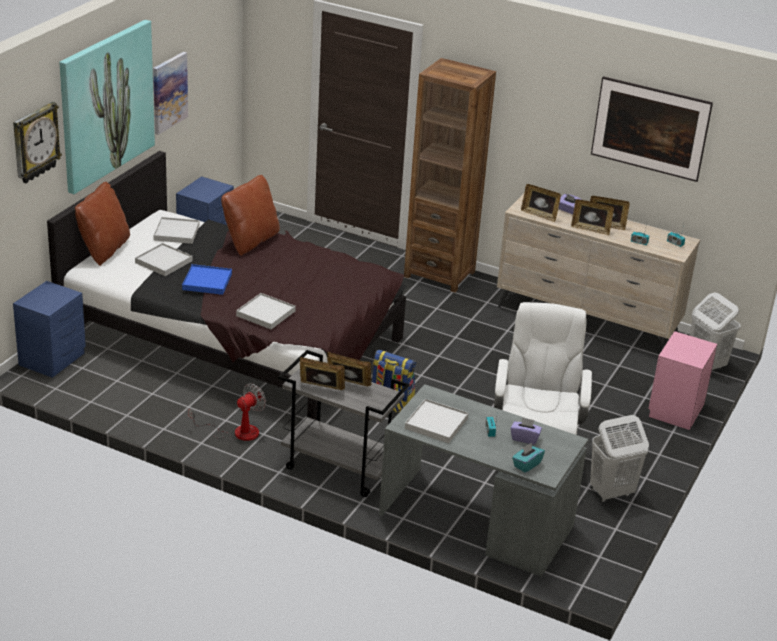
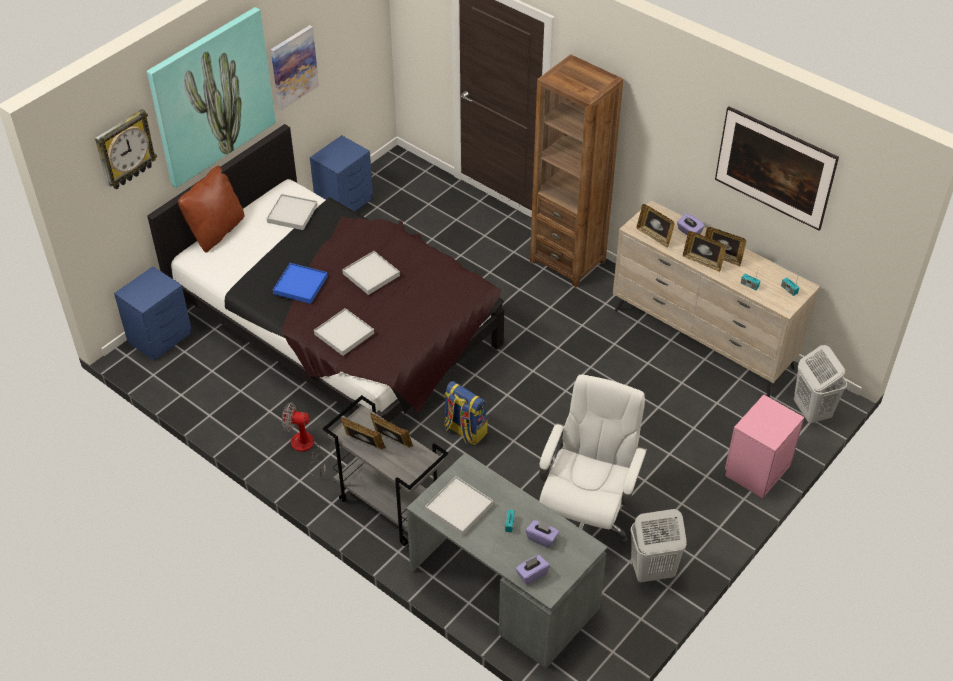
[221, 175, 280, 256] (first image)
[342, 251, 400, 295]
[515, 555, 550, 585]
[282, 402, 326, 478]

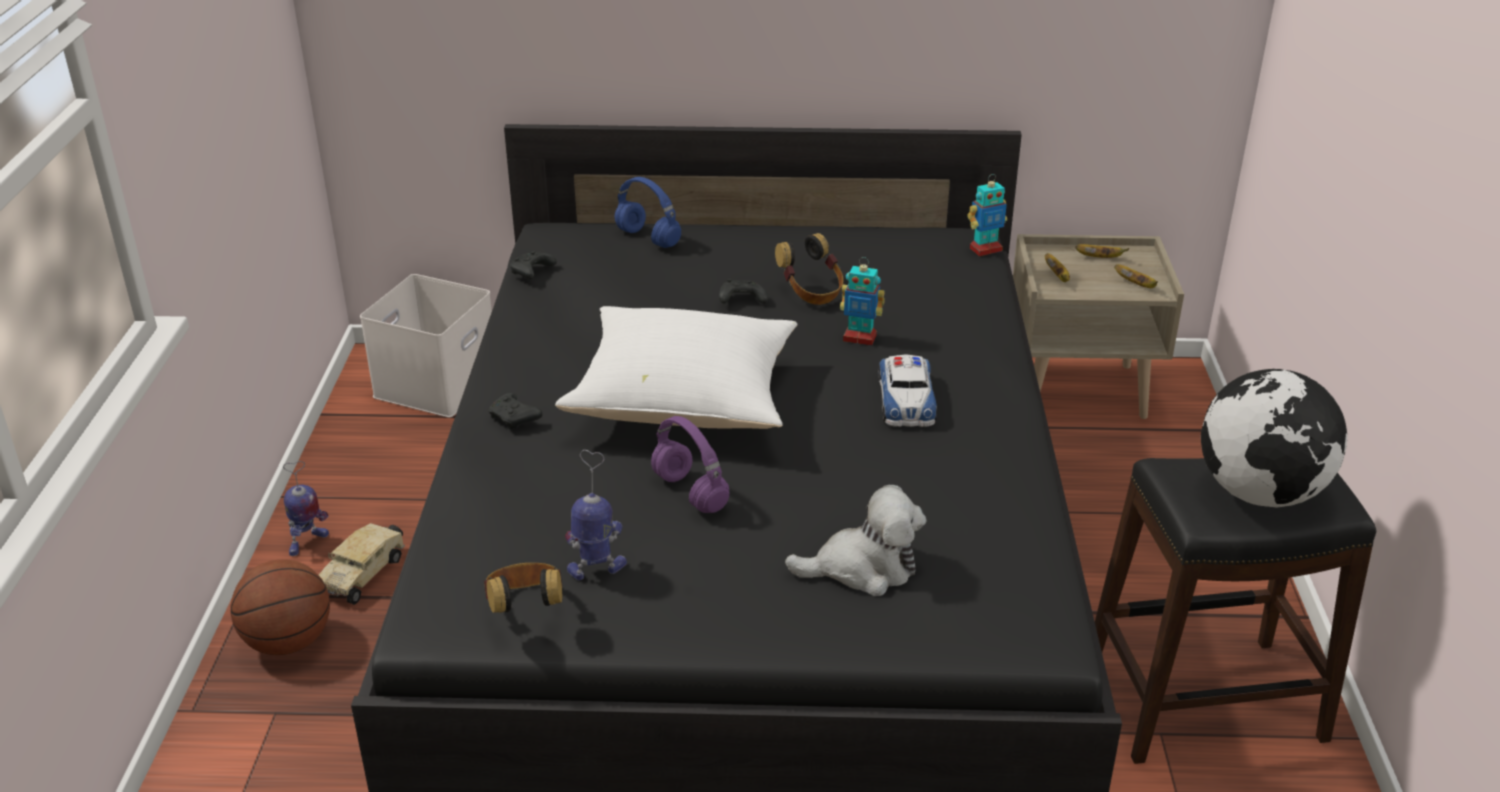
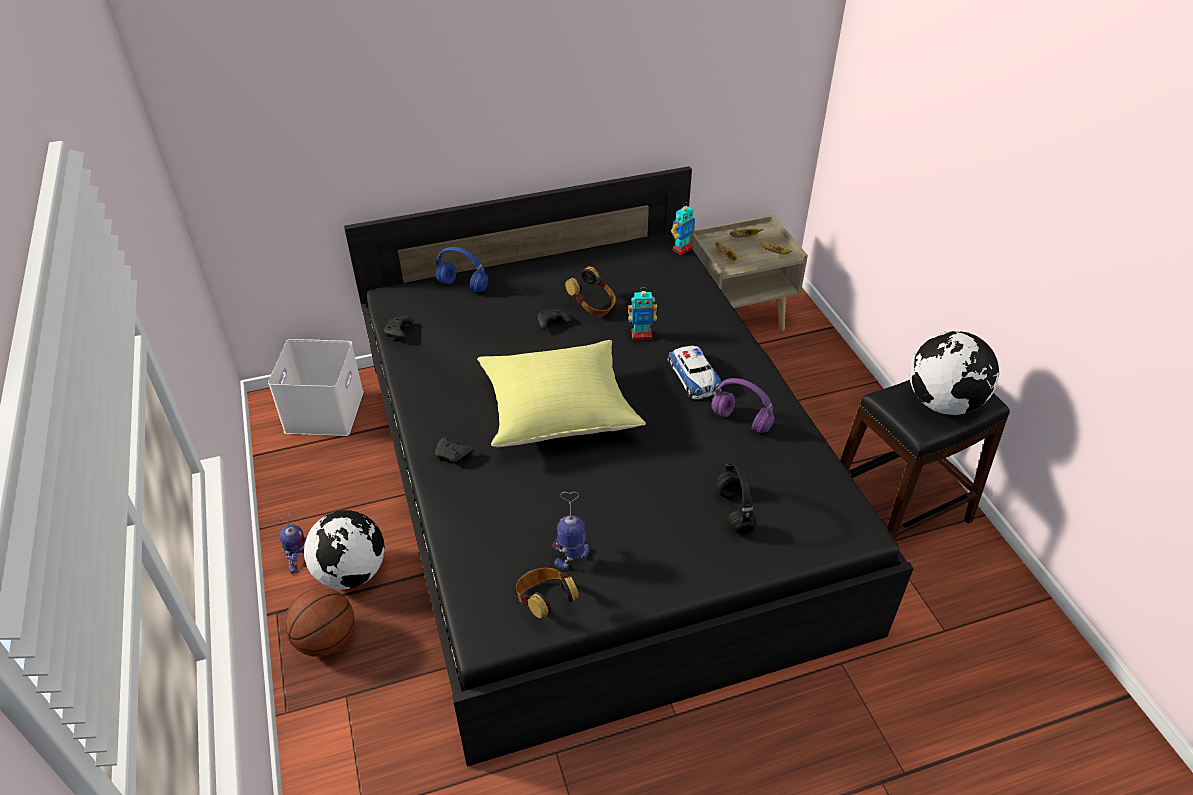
[712, 378, 775, 433]
[304, 510, 385, 590]
[717, 461, 757, 534]
[477, 340, 646, 447]

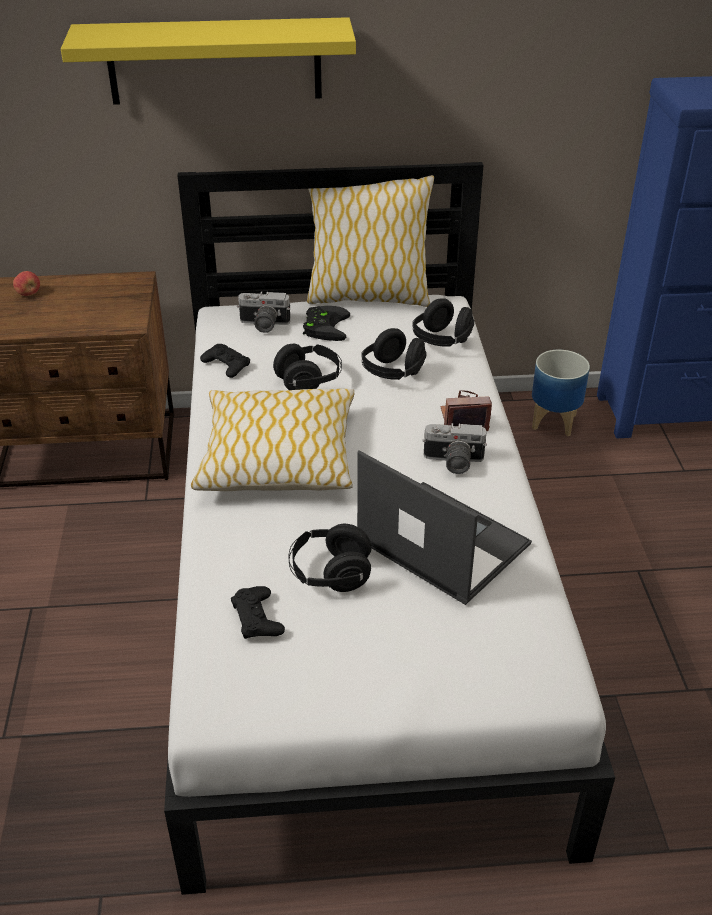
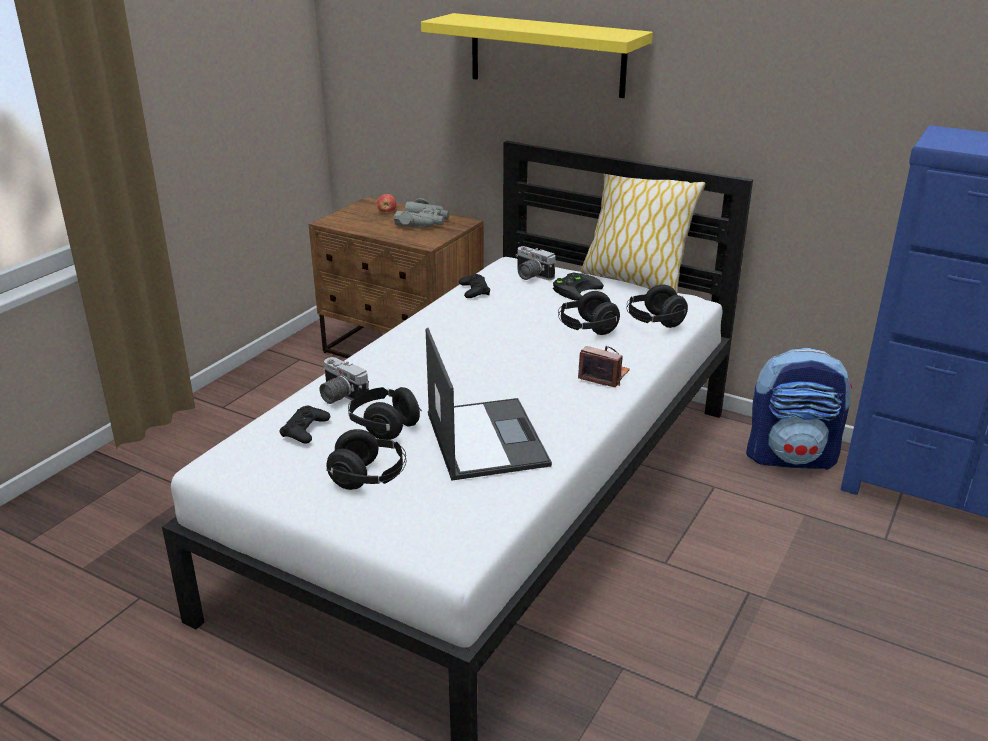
[191, 389, 354, 491] (first image)
[394, 198, 450, 227]
[326, 429, 406, 490]
[319, 357, 369, 404]
[746, 347, 852, 470]

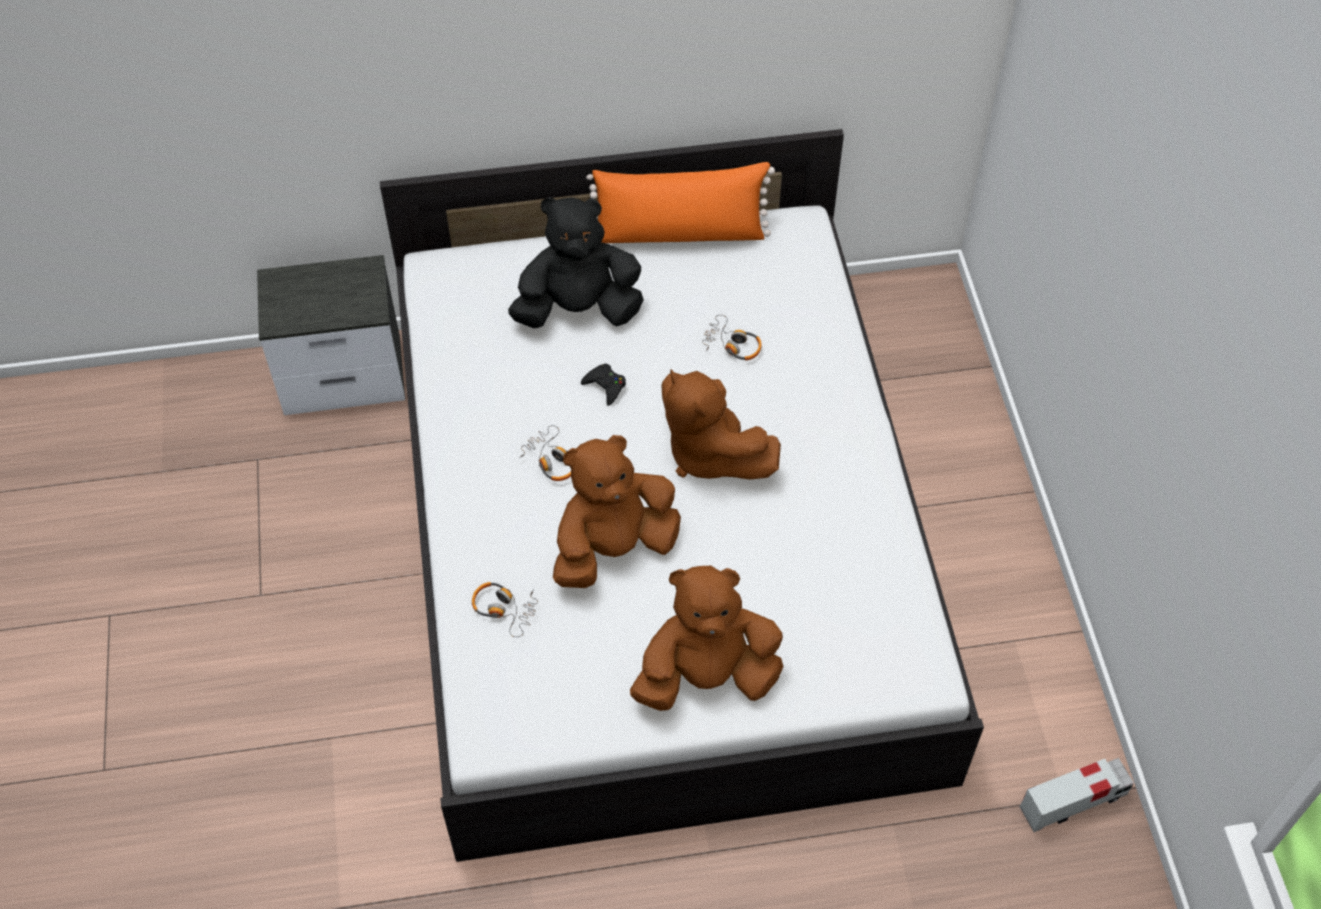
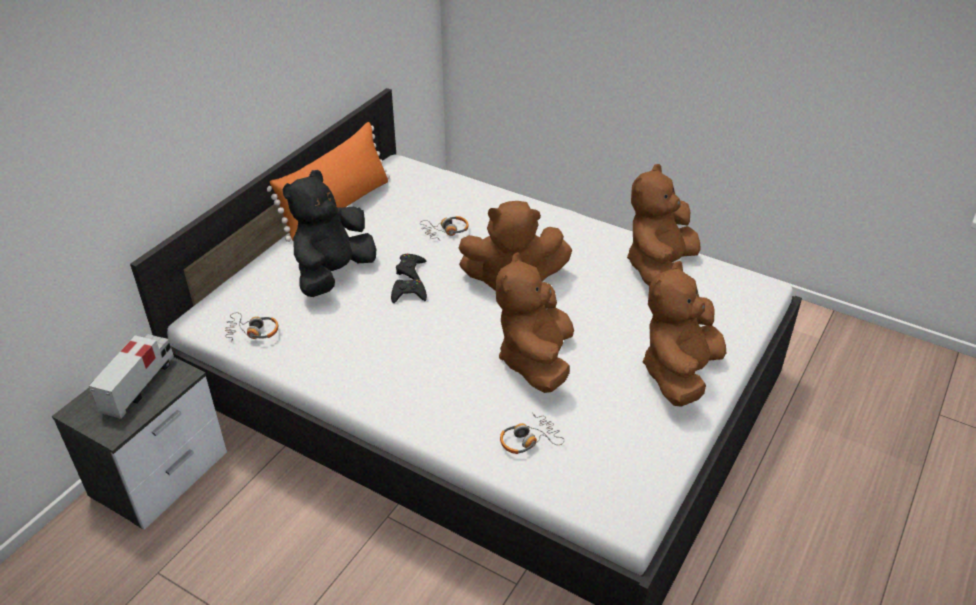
[396, 254, 426, 279]
[627, 164, 701, 286]
[225, 312, 278, 343]
[89, 334, 174, 419]

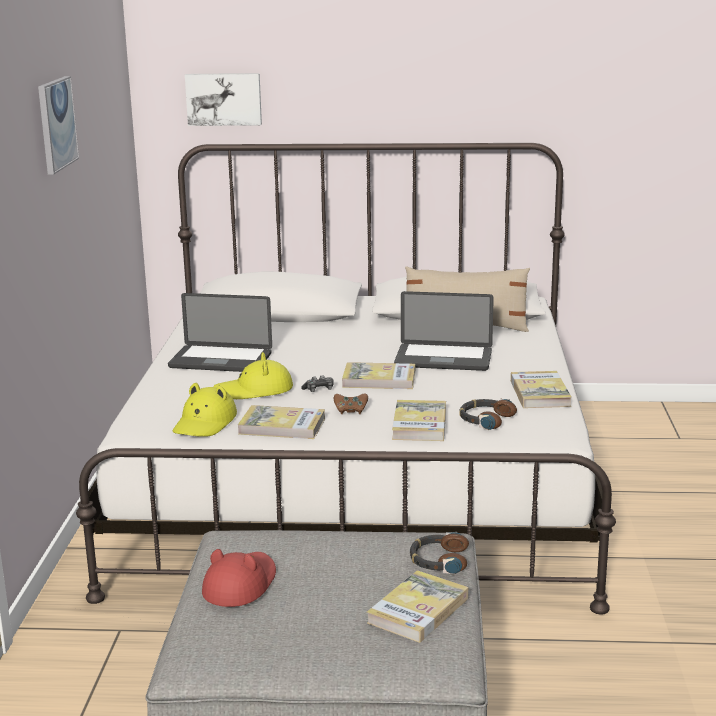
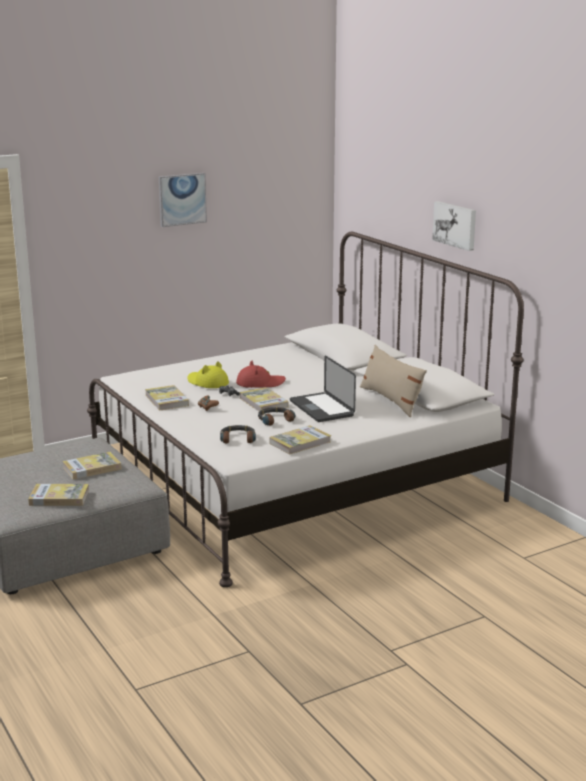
[168, 293, 272, 372] (first image)
[172, 383, 237, 437] (first image)
[432, 201, 476, 251]
[236, 361, 286, 388]
[62, 452, 122, 480]
[258, 407, 295, 425]

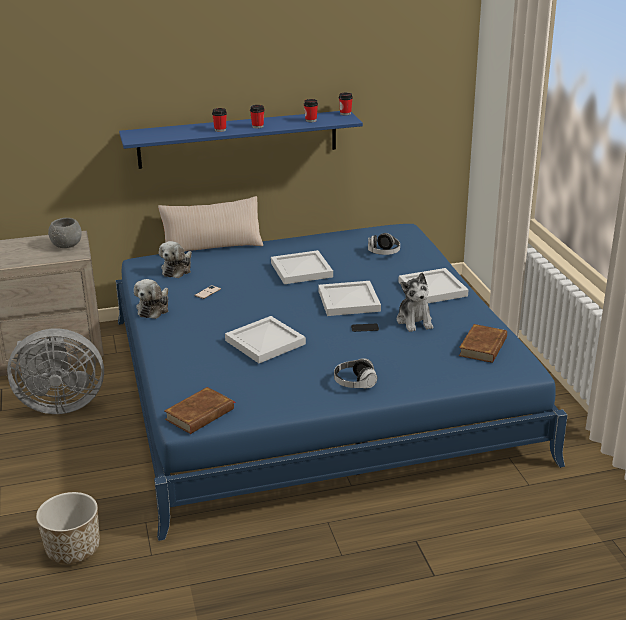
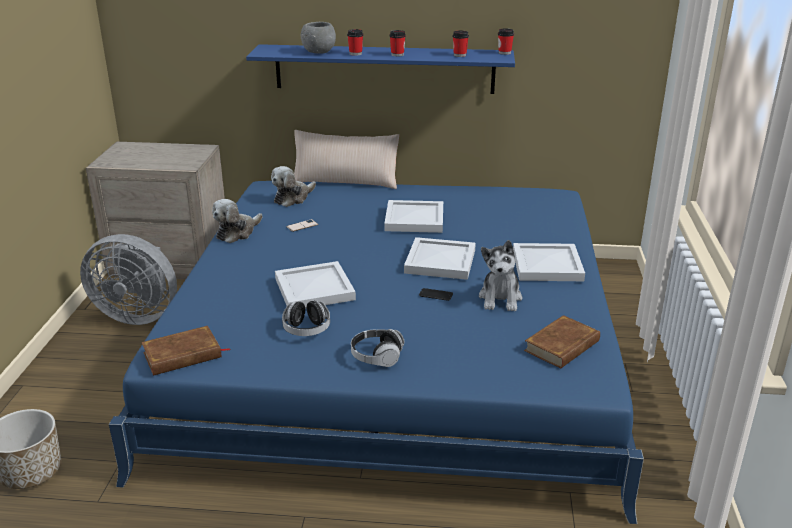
[301, 22, 336, 54]
[282, 300, 330, 336]

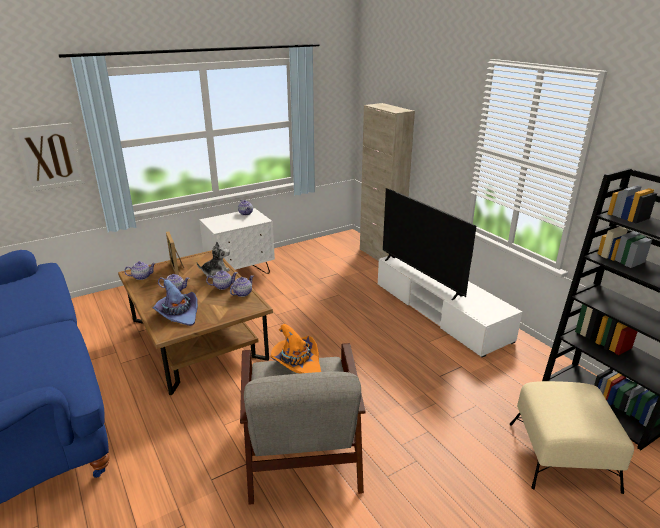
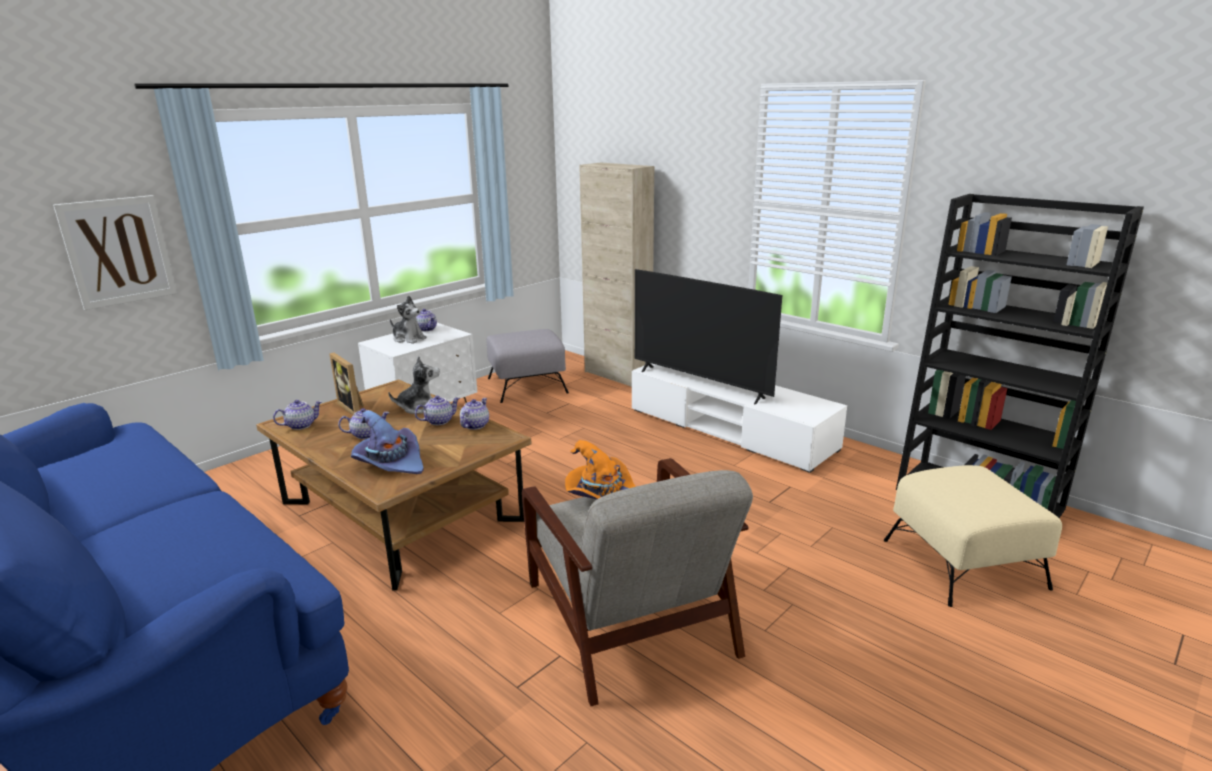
[390, 296, 427, 344]
[486, 329, 569, 403]

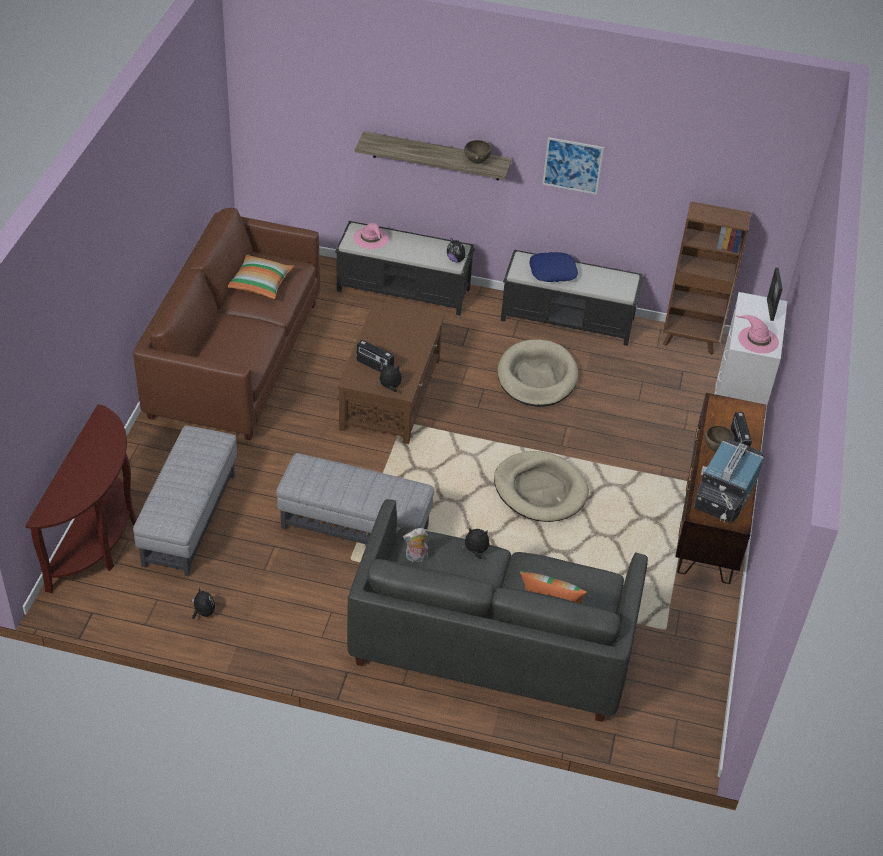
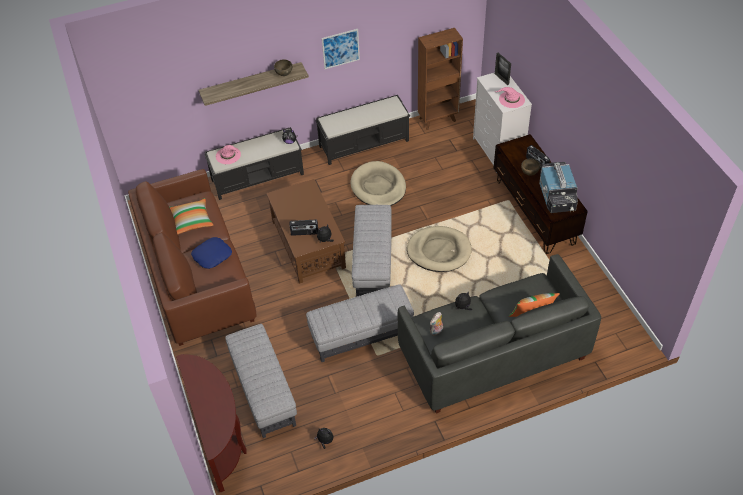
[352, 205, 392, 297]
[191, 237, 232, 269]

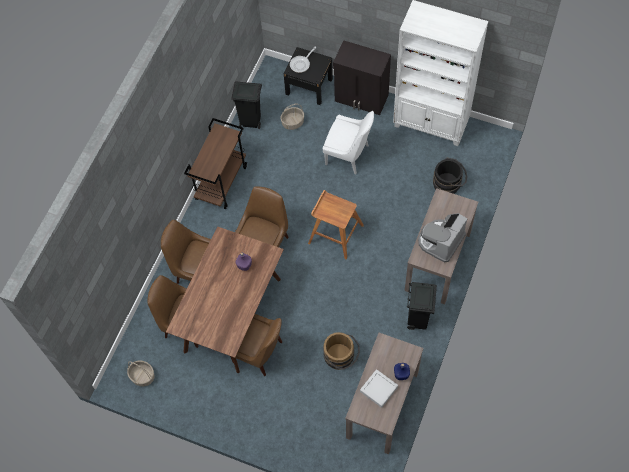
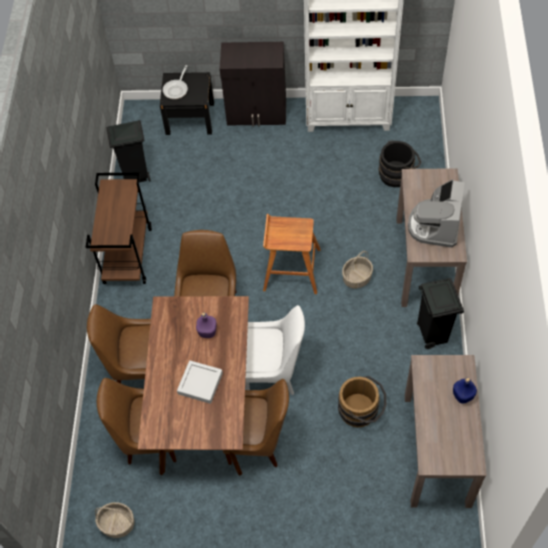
[342, 251, 373, 289]
[245, 305, 305, 395]
[177, 360, 223, 404]

